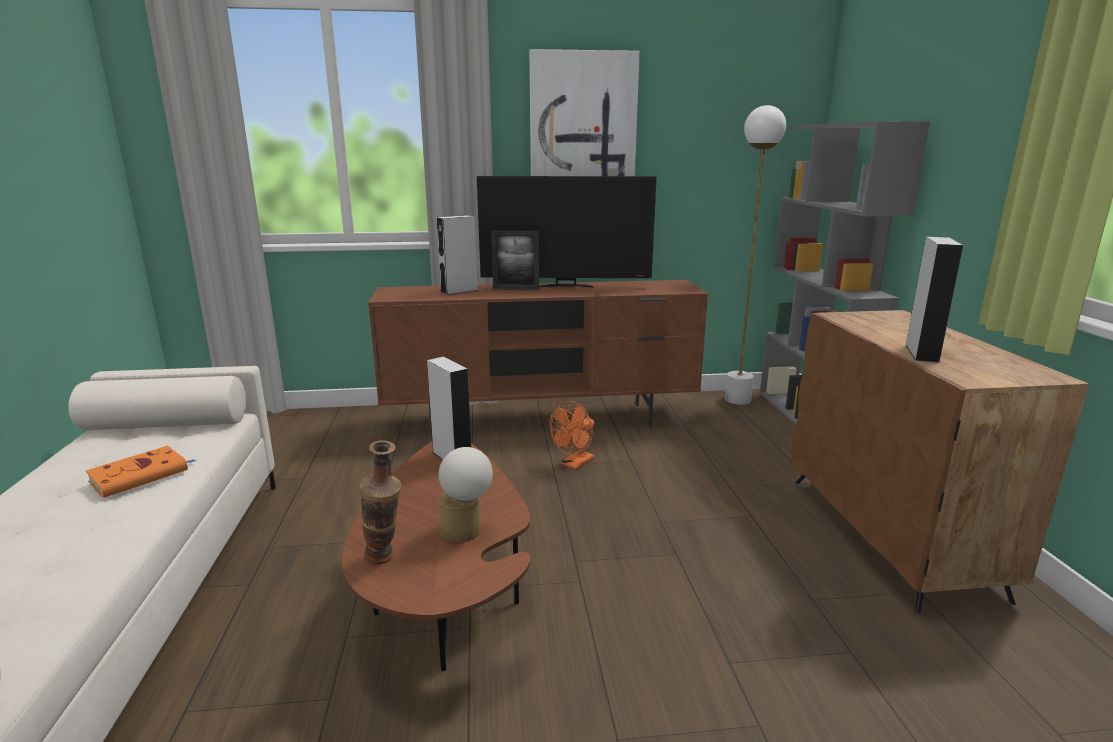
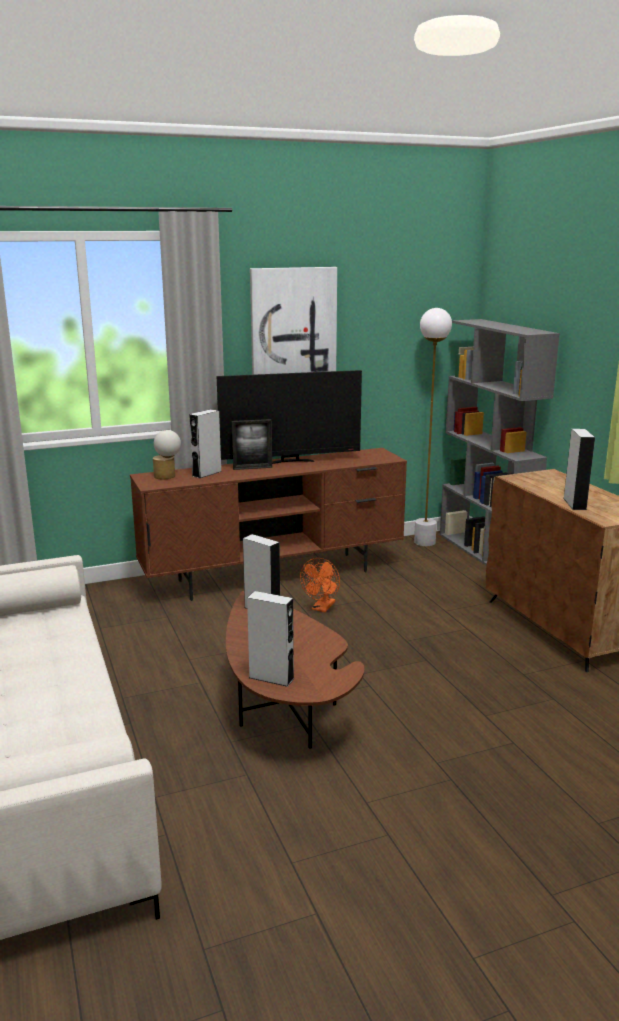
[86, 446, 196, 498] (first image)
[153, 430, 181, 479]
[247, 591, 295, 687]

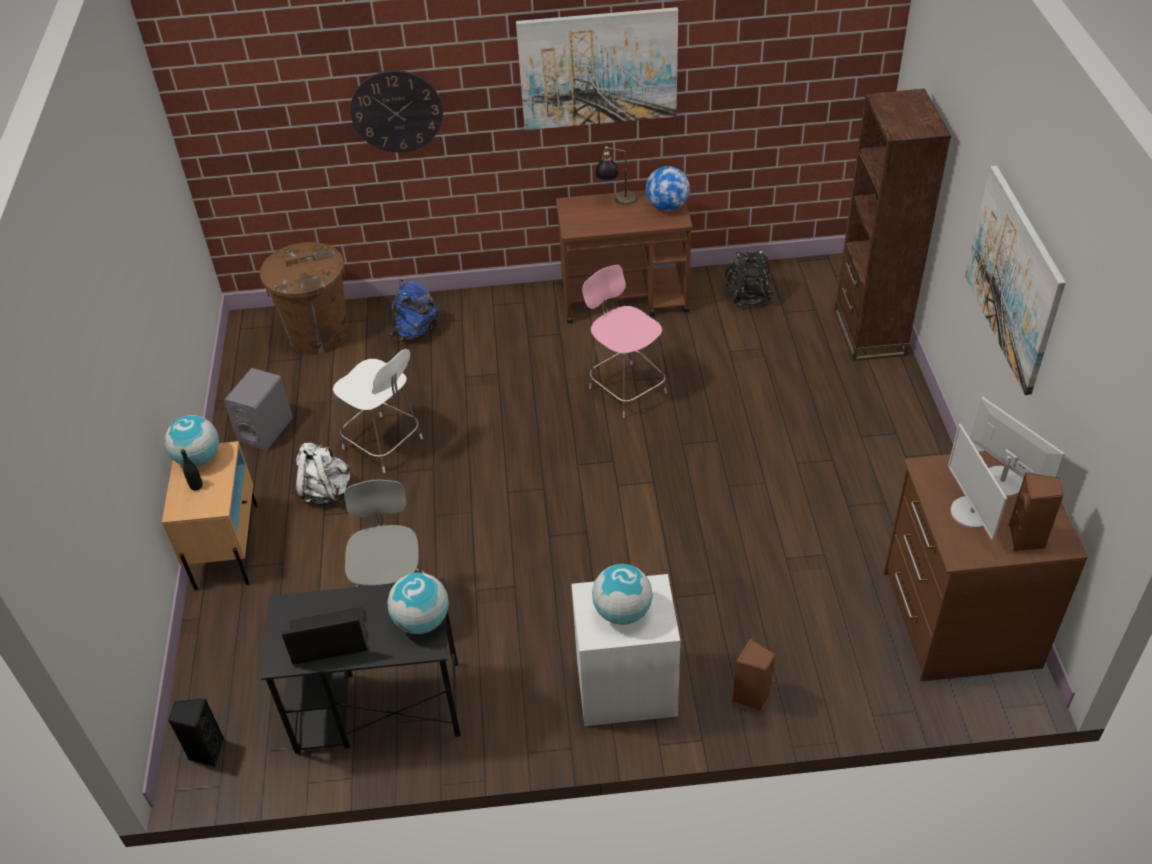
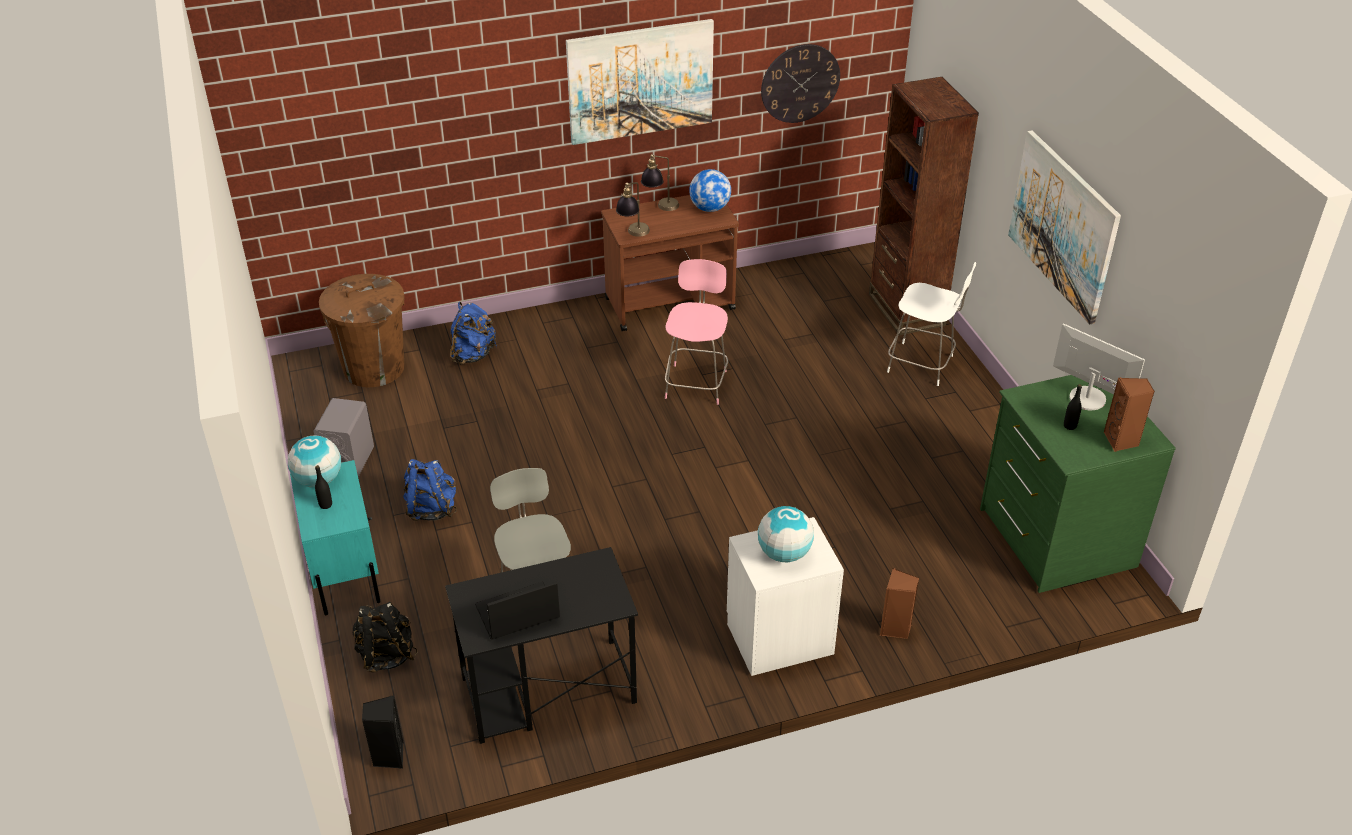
[387, 573, 449, 634] (first image)
[616, 182, 650, 237]
[887, 262, 976, 386]
[761, 44, 840, 123]
[353, 602, 418, 673]
[1064, 384, 1082, 430]
[290, 460, 381, 615]
[403, 459, 457, 521]
[980, 375, 1176, 593]
[665, 259, 728, 405]

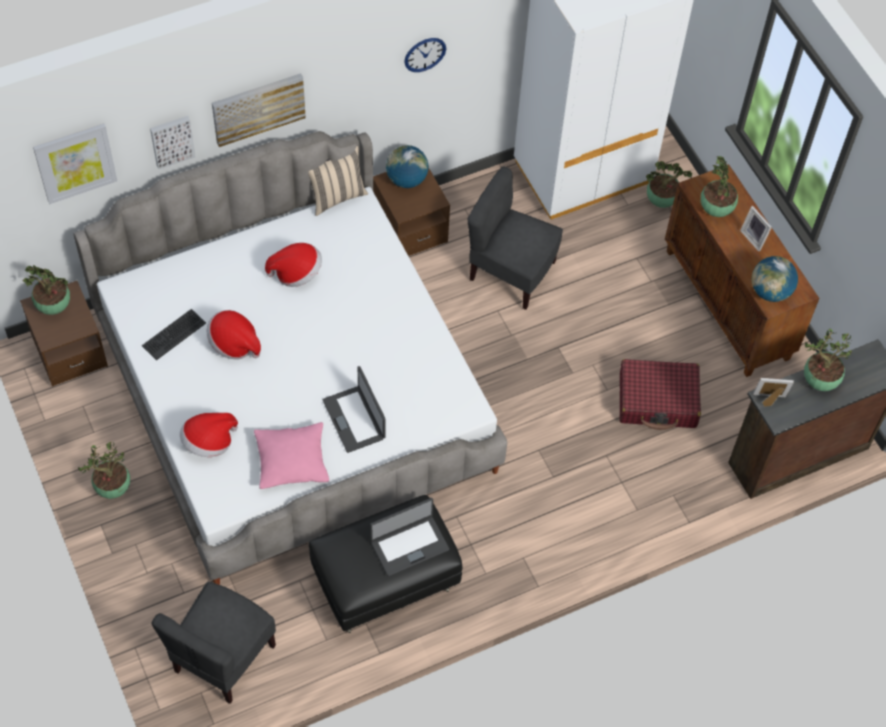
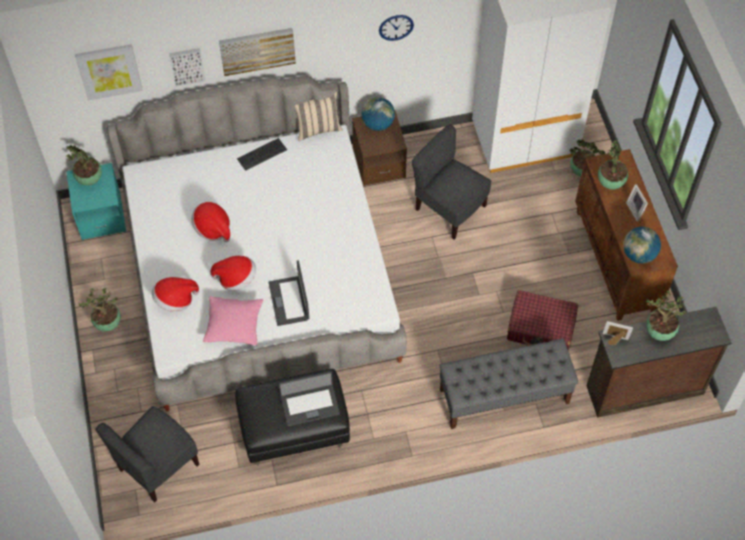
[439, 339, 578, 429]
[237, 138, 287, 171]
[210, 256, 256, 291]
[66, 163, 126, 240]

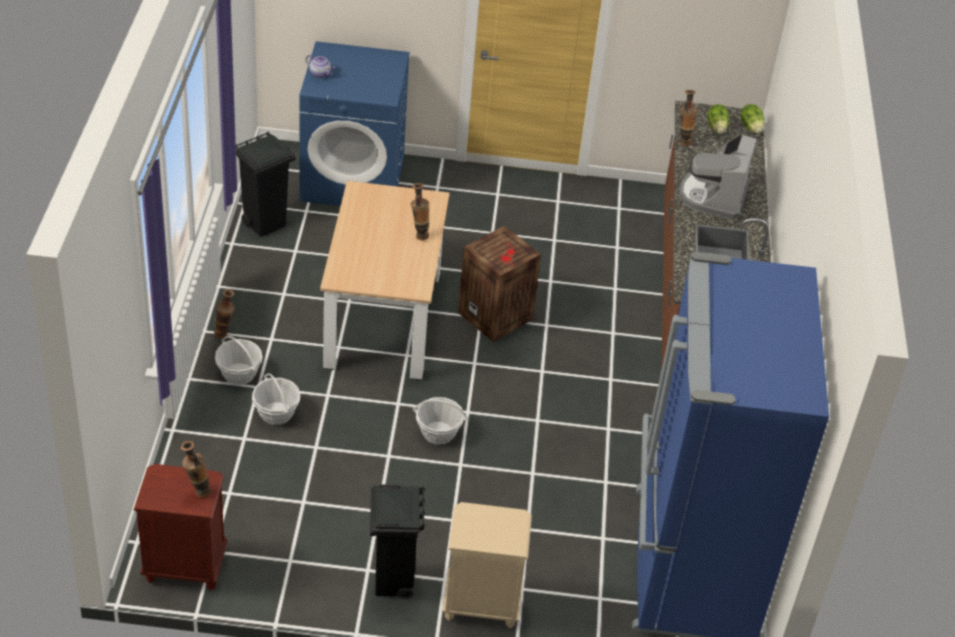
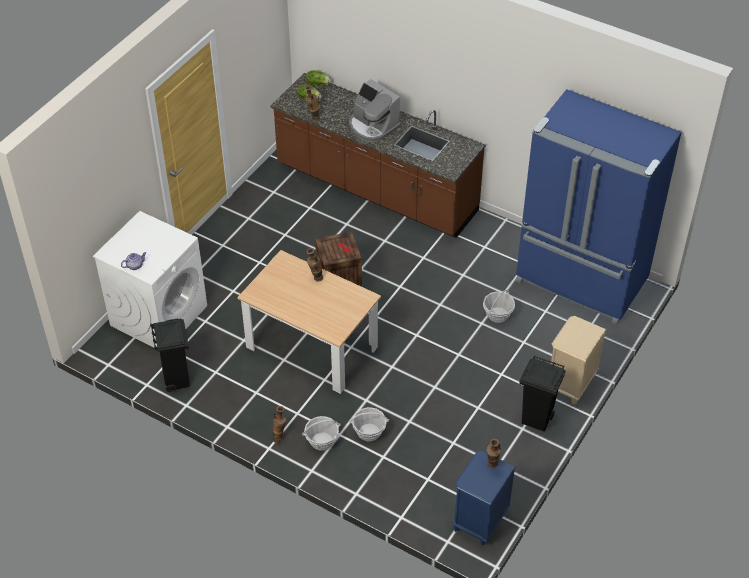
[483, 290, 515, 323]
[452, 451, 515, 545]
[93, 211, 207, 348]

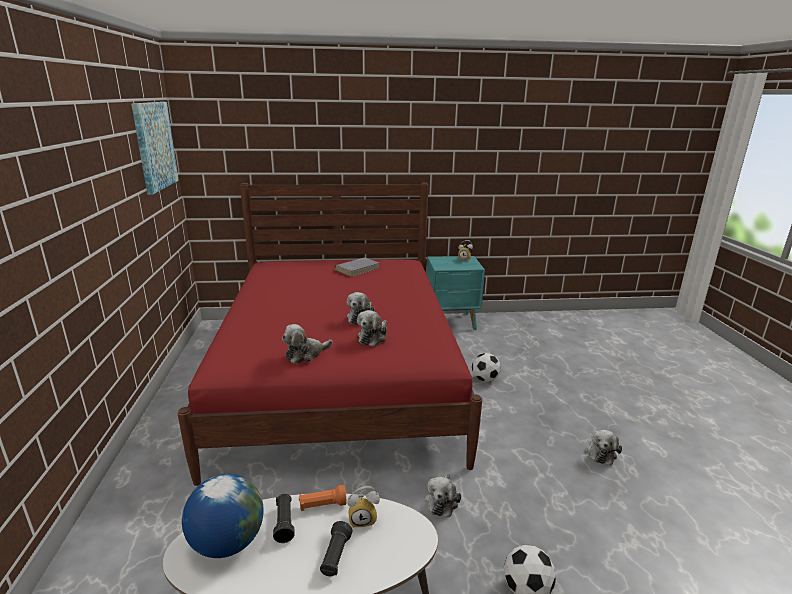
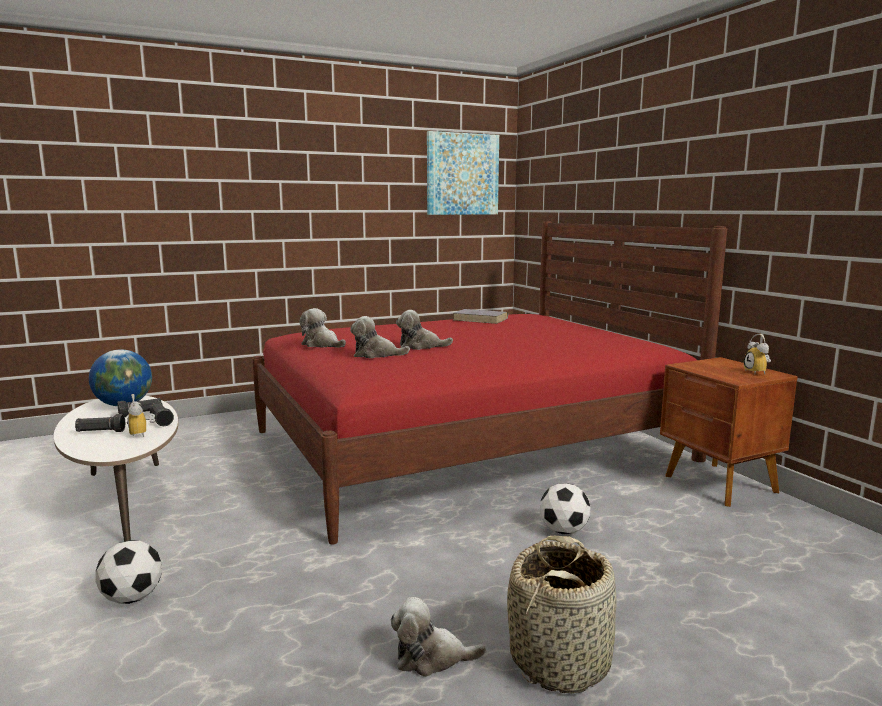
[424, 473, 461, 517] (first image)
[507, 536, 617, 694]
[454, 309, 508, 324]
[149, 402, 174, 426]
[660, 357, 798, 507]

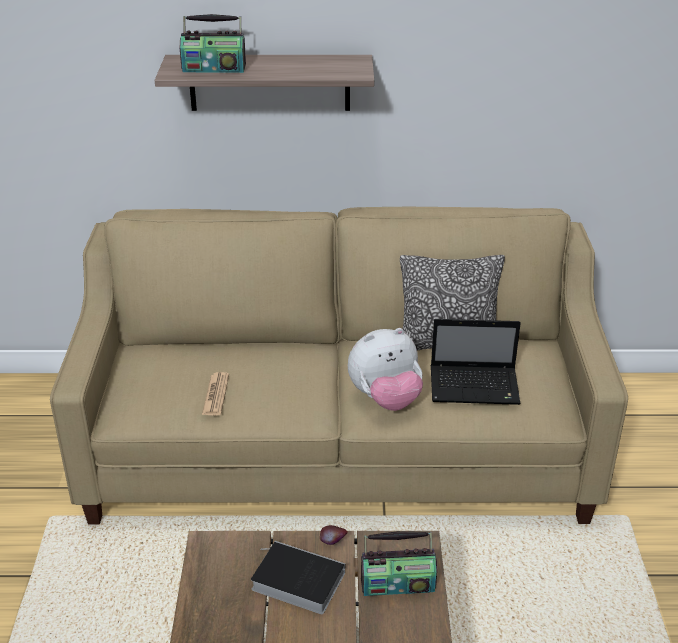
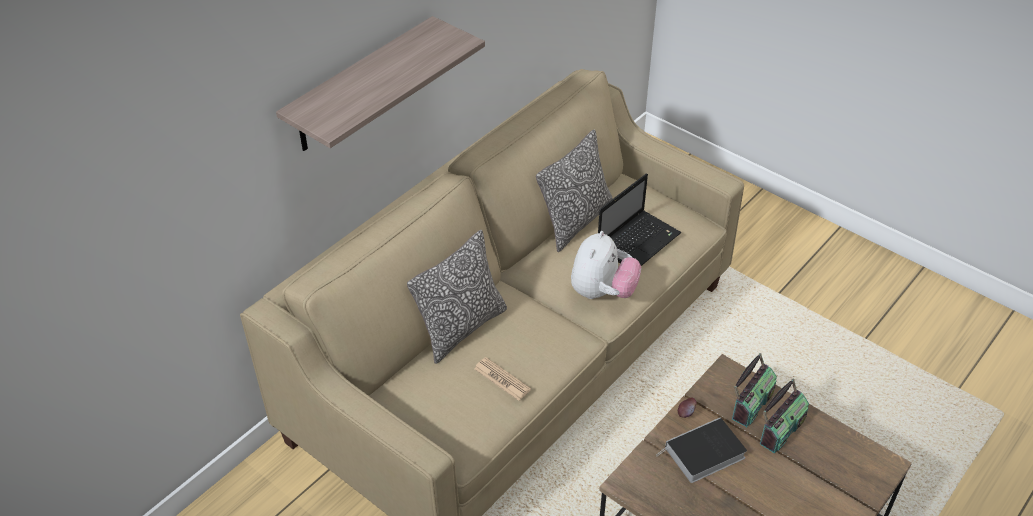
[407, 230, 507, 364]
[760, 378, 809, 453]

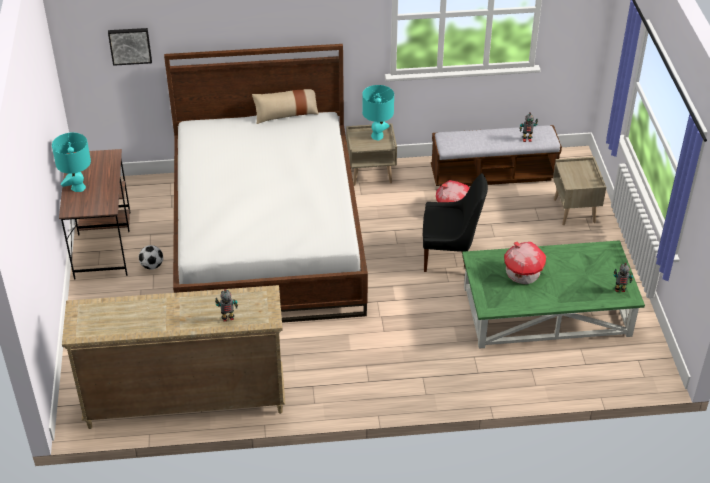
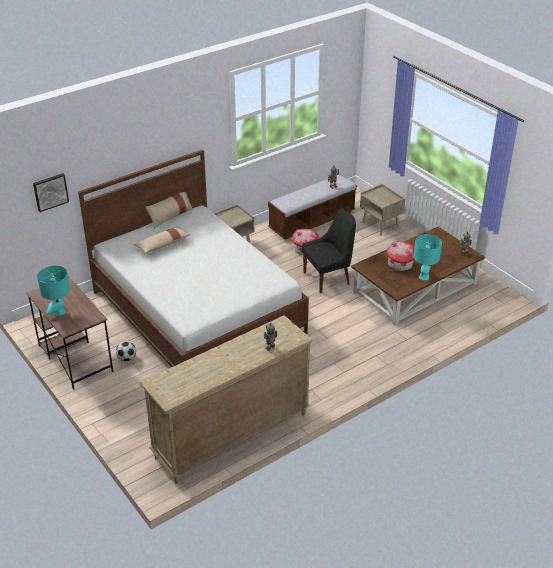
[133, 227, 191, 253]
[414, 234, 442, 280]
[351, 227, 485, 325]

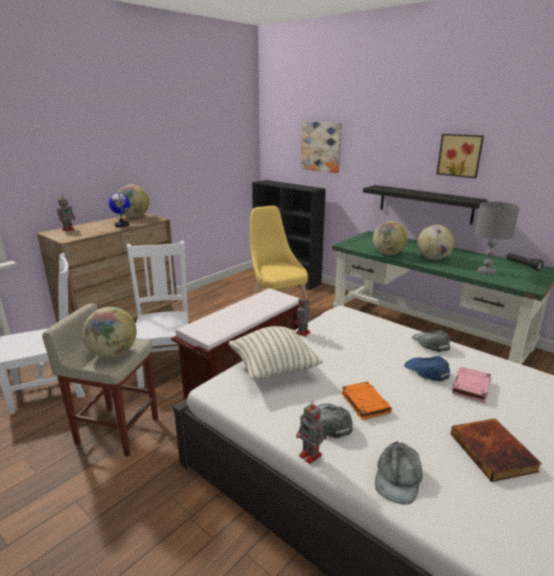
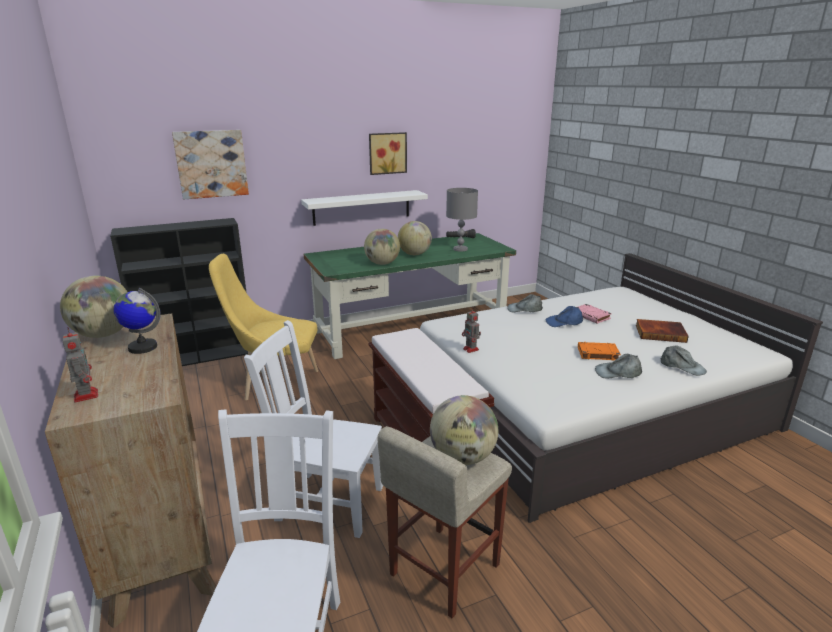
[228, 326, 323, 380] (first image)
[296, 401, 326, 464] (first image)
[301, 190, 428, 226]

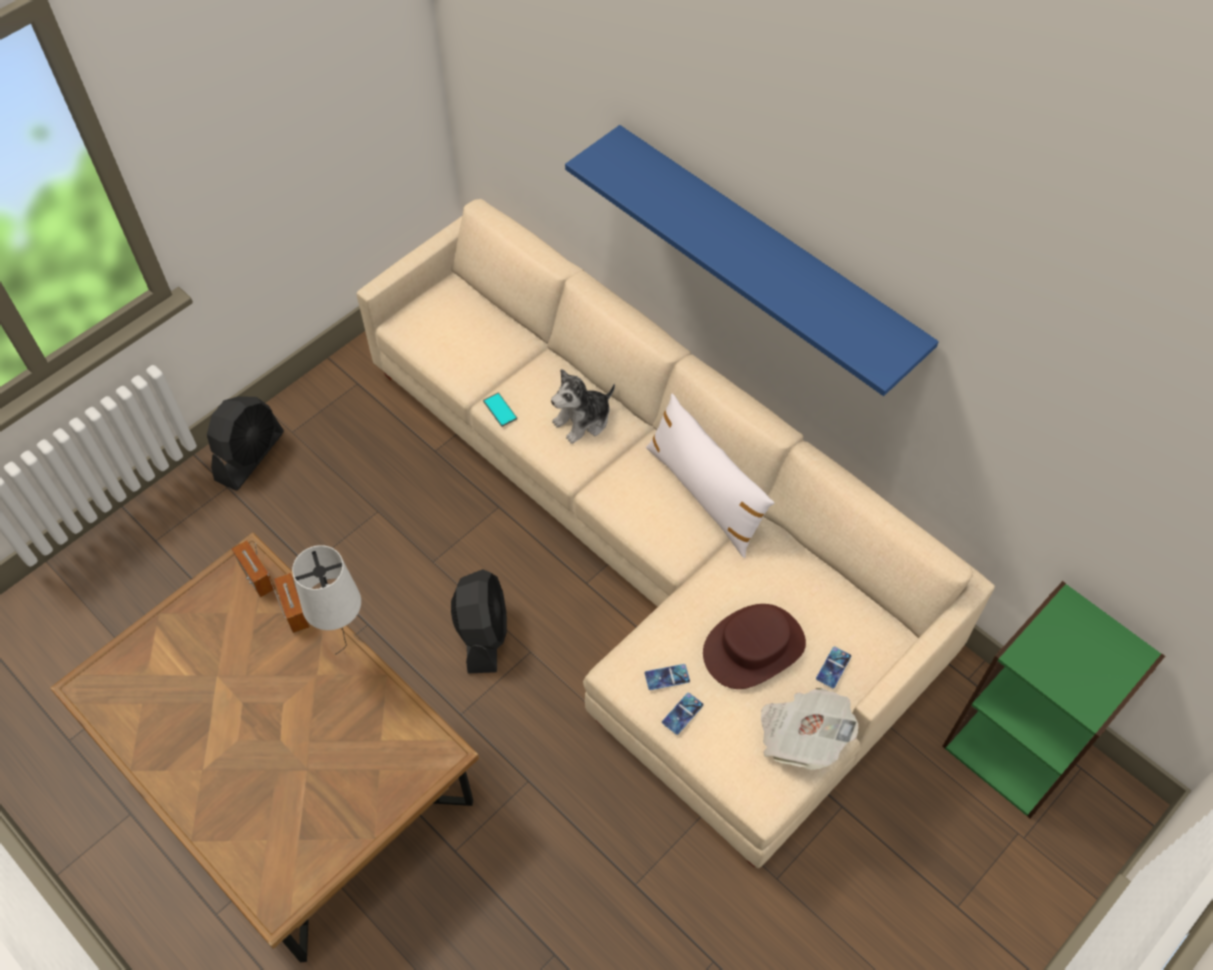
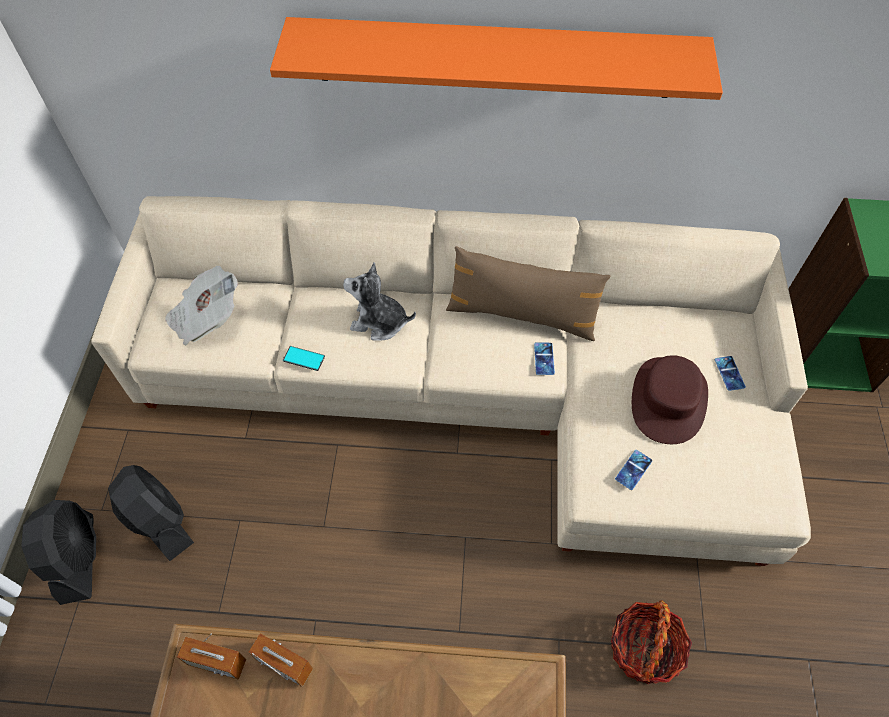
[292, 545, 361, 655] (first image)
[611, 600, 692, 684]
[108, 465, 194, 561]
[534, 342, 555, 375]
[165, 266, 238, 346]
[270, 17, 723, 100]
[446, 246, 611, 341]
[343, 263, 416, 341]

